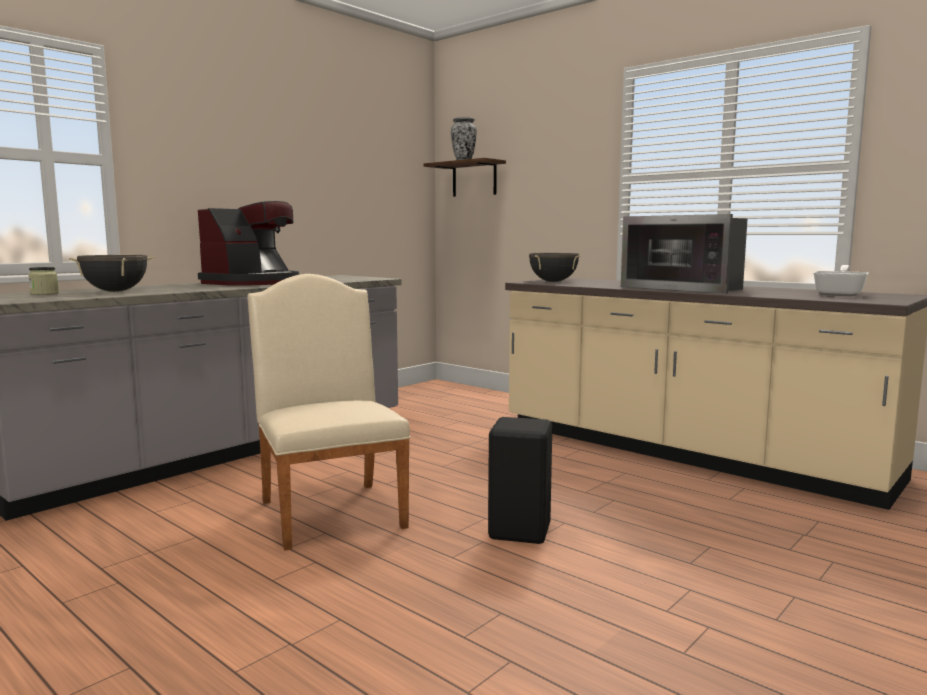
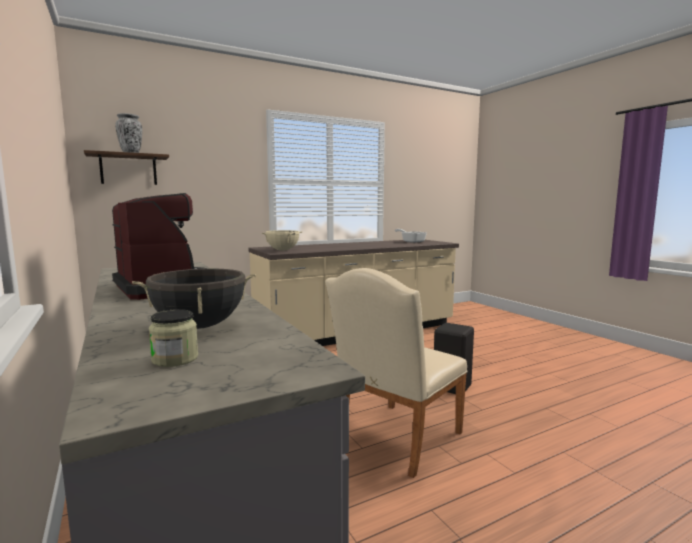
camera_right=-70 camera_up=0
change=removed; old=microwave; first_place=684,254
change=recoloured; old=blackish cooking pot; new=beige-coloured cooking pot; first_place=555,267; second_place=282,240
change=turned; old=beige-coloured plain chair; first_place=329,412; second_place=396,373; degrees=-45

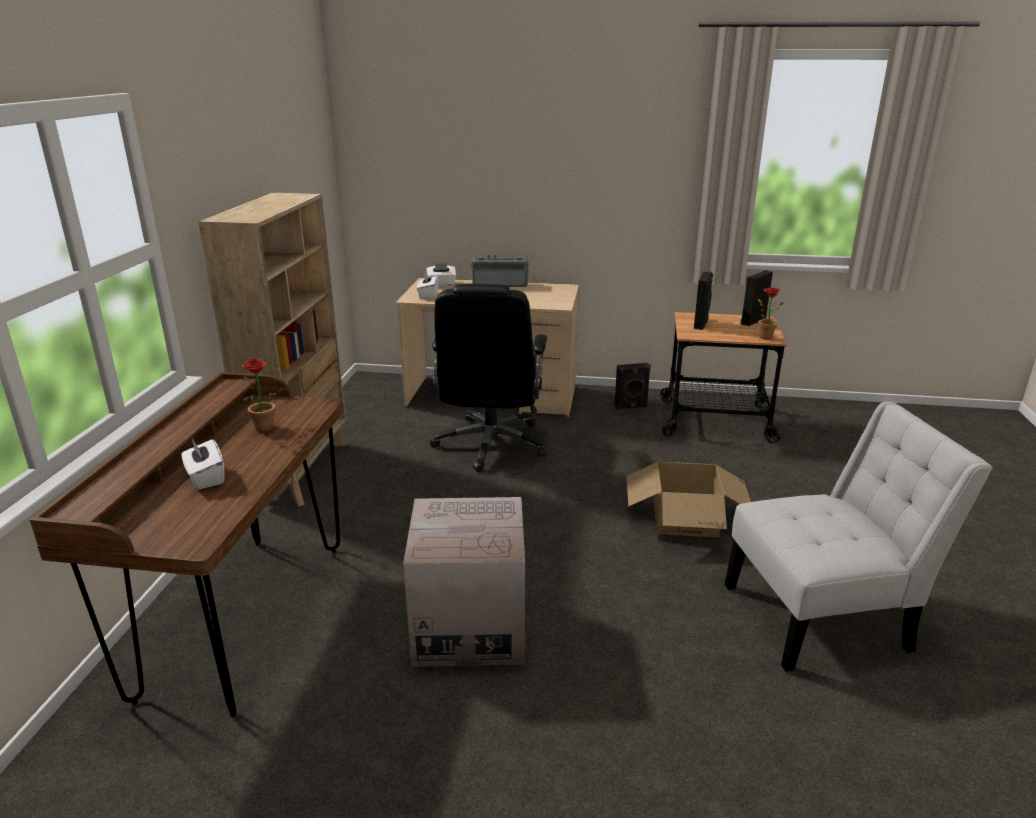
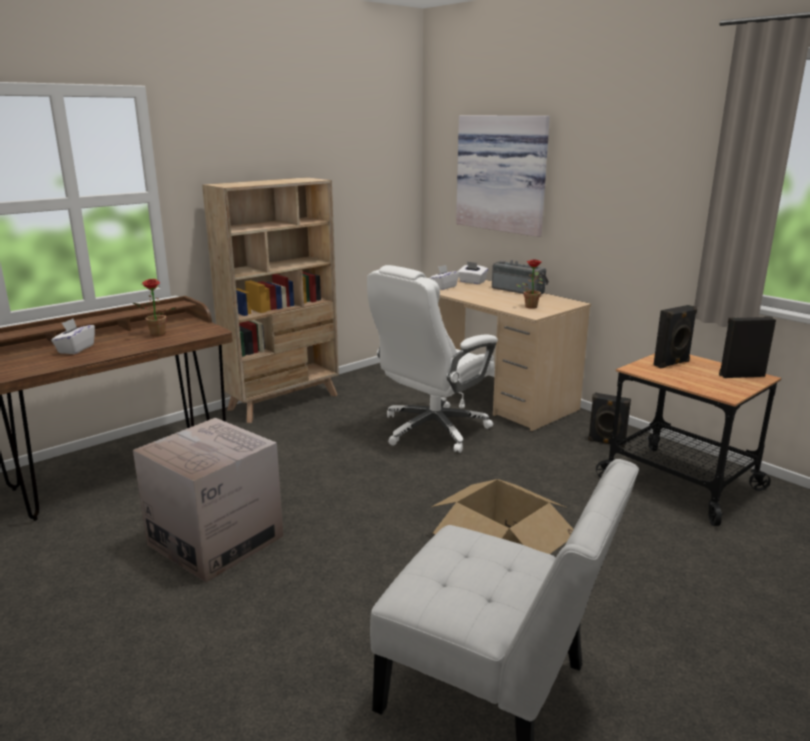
camera_right=40 camera_up=-5
change=added; new=wall art; second_place=503,176
change=moved; old=plant in a pot; first_place=771,314; second_place=529,284
change=recoloured; old=blackish desk chair; new=whitish desk chair; first_place=488,378; second_place=432,359

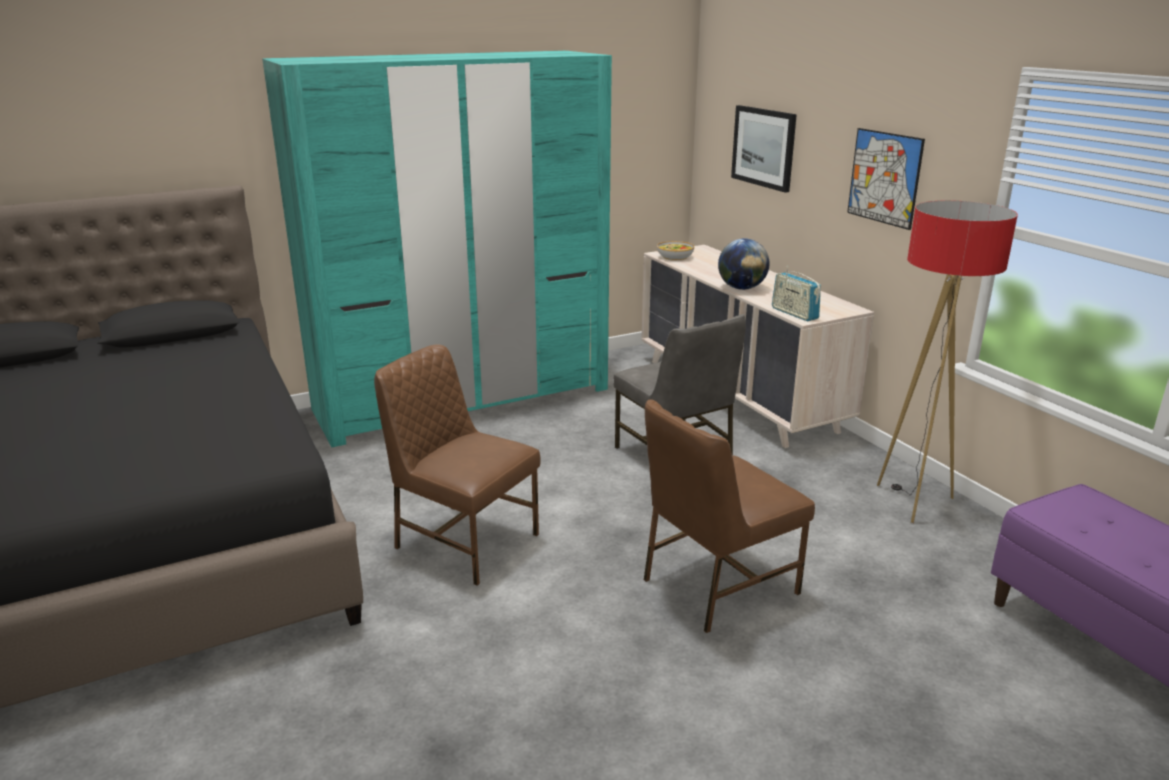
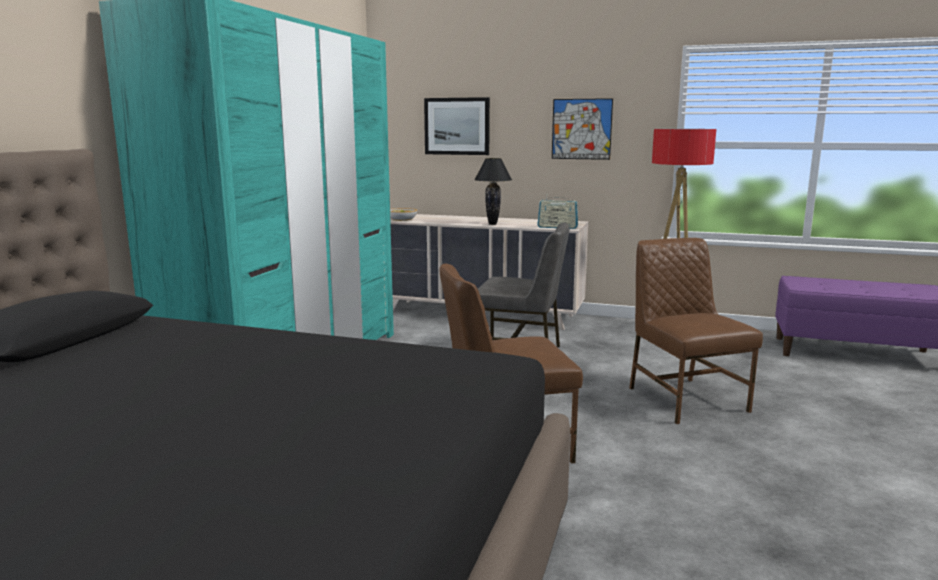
camera_right=-45 camera_up=-10
change=replaced; old=globe; new=blackish lamp for a table; first_place=744,264; second_place=493,191
change=turned; old=brown-coloured plain chair; first_place=729,516; second_place=696,331; degrees=150

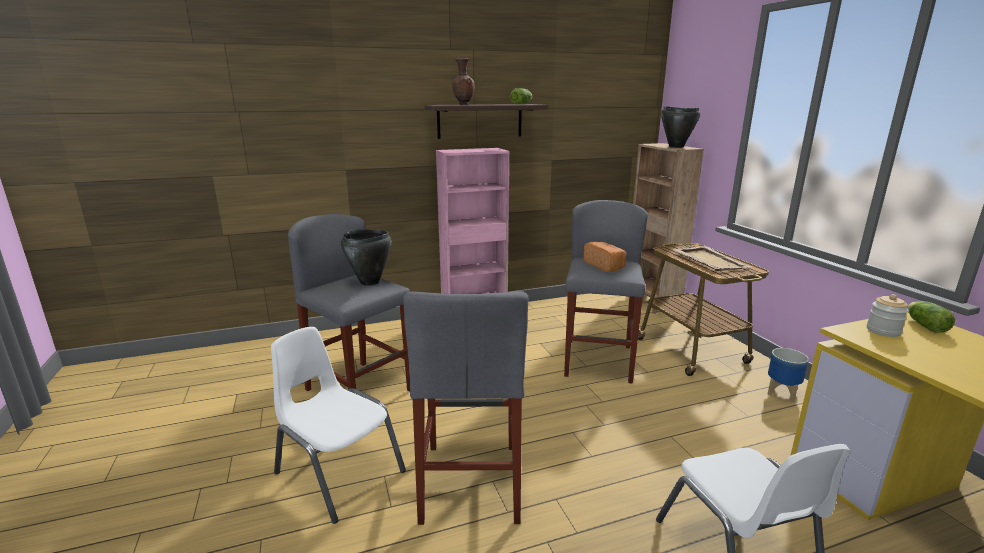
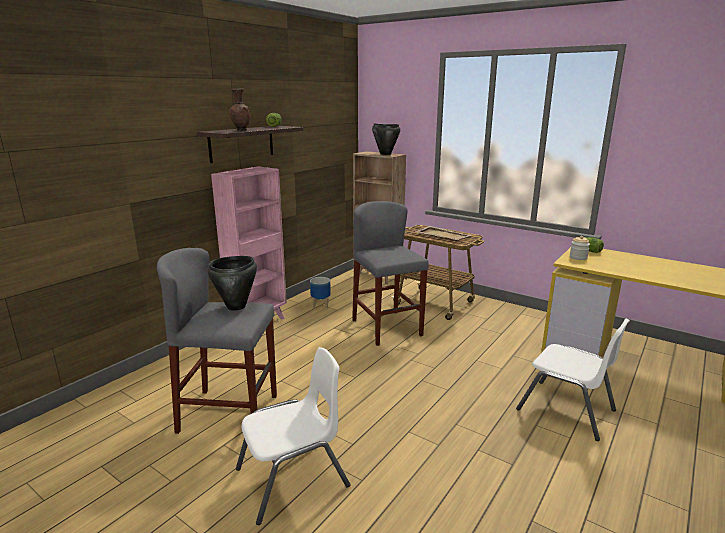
camera_right=-35 camera_up=0
change=removed; old=gray sitting stool; first_place=466,408
change=removed; old=bread; first_place=604,256
change=moved; old=flower pot; first_place=788,375; second_place=320,293
change=turned; old=whitish plain chair; first_place=338,425; second_place=293,436; degrees=150

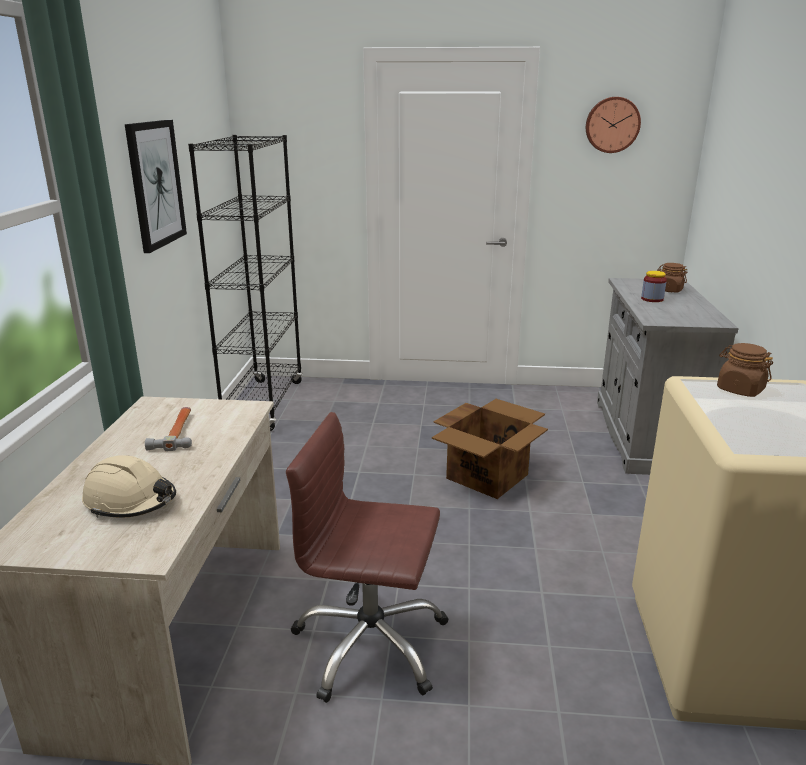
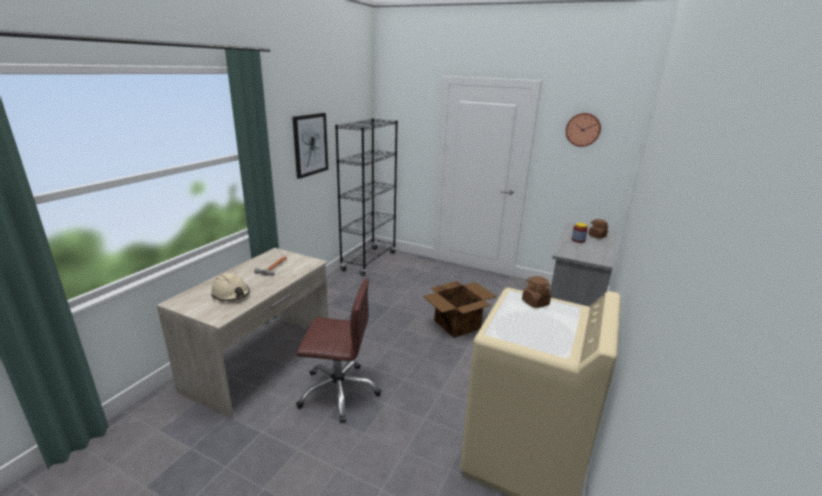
camera_right=20 camera_up=0
change=turned; old=brown-coloured desk chair; first_place=367,557; second_place=338,350; degrees=150

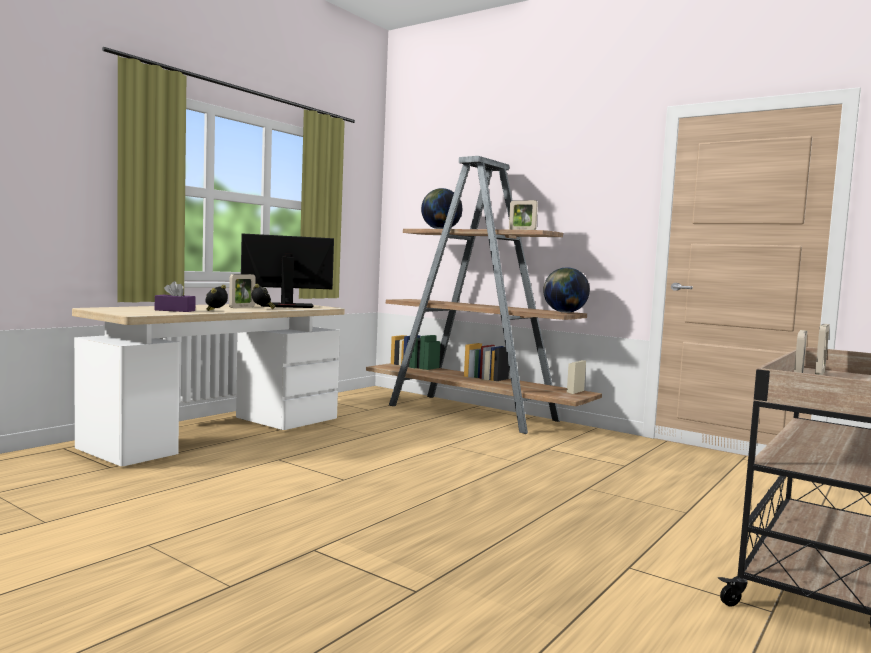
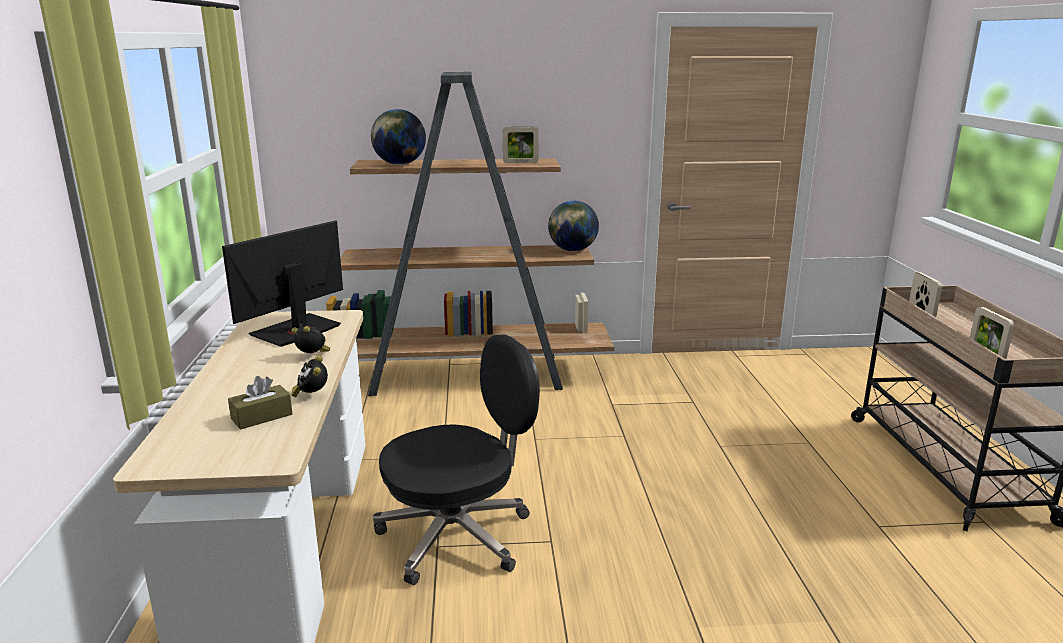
camera_right=-40 camera_up=15
change=removed; old=standing frame; first_place=242,291
change=added; new=blackish desk chair; second_place=456,459
change=recoloured; old=purplish tissue box; new=brown-coloured tissue box; first_place=175,296; second_place=260,403

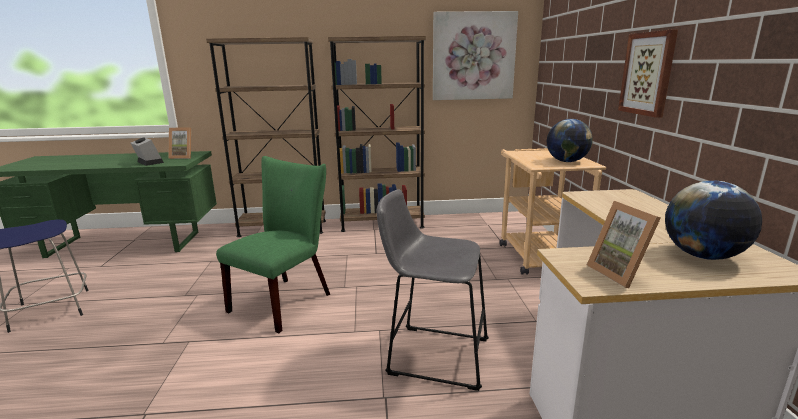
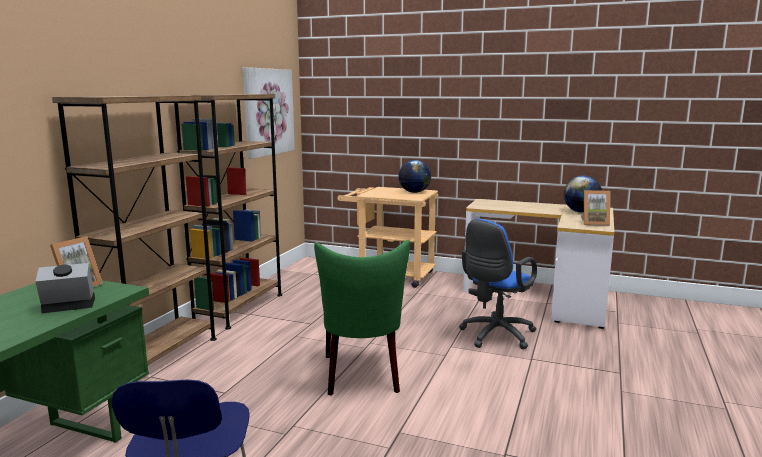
camera_right=-65 camera_up=-5
change=removed; old=wall art; first_place=648,74
change=replaced; old=gray sitting stool; new=bluish desk chair; first_place=432,290; second_place=498,284
change=turned; old=green-coloured plain chair; first_place=273,244; second_place=362,318; degrees=-150

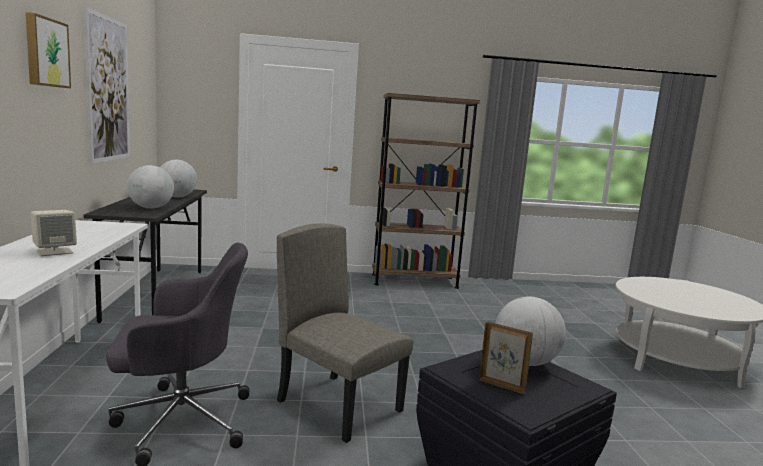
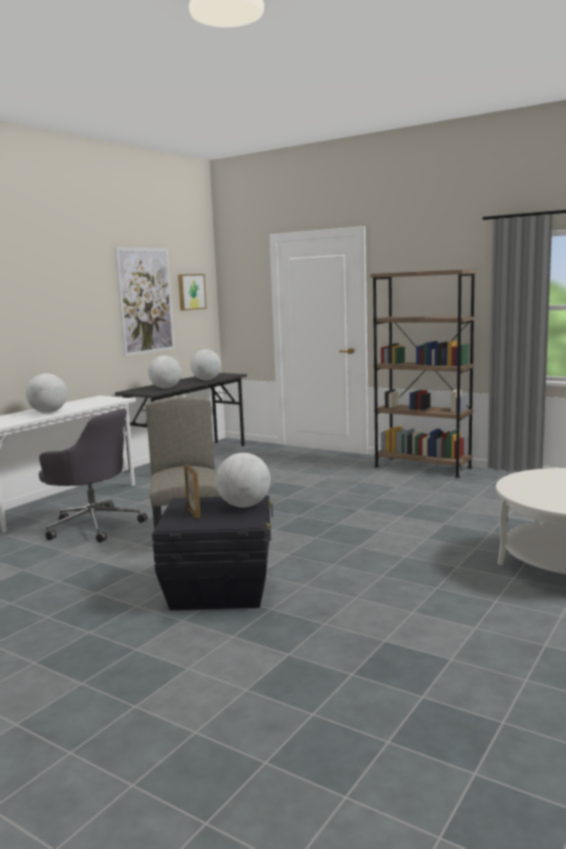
camera_right=40 camera_up=0
change=moved; old=wall art; first_place=48,50; second_place=192,292
change=replaced; old=beige-coloured speaker; new=globe; first_place=54,233; second_place=46,393

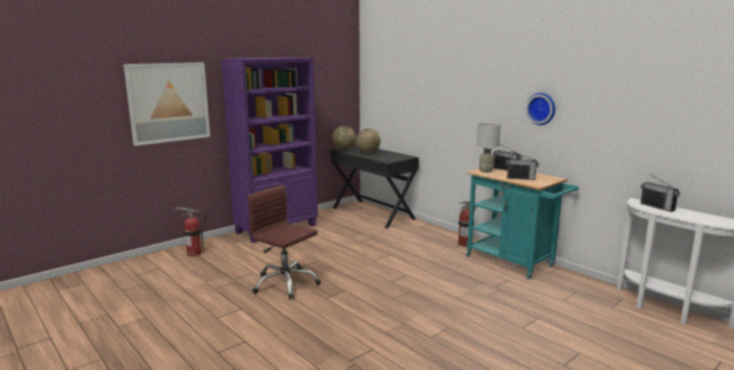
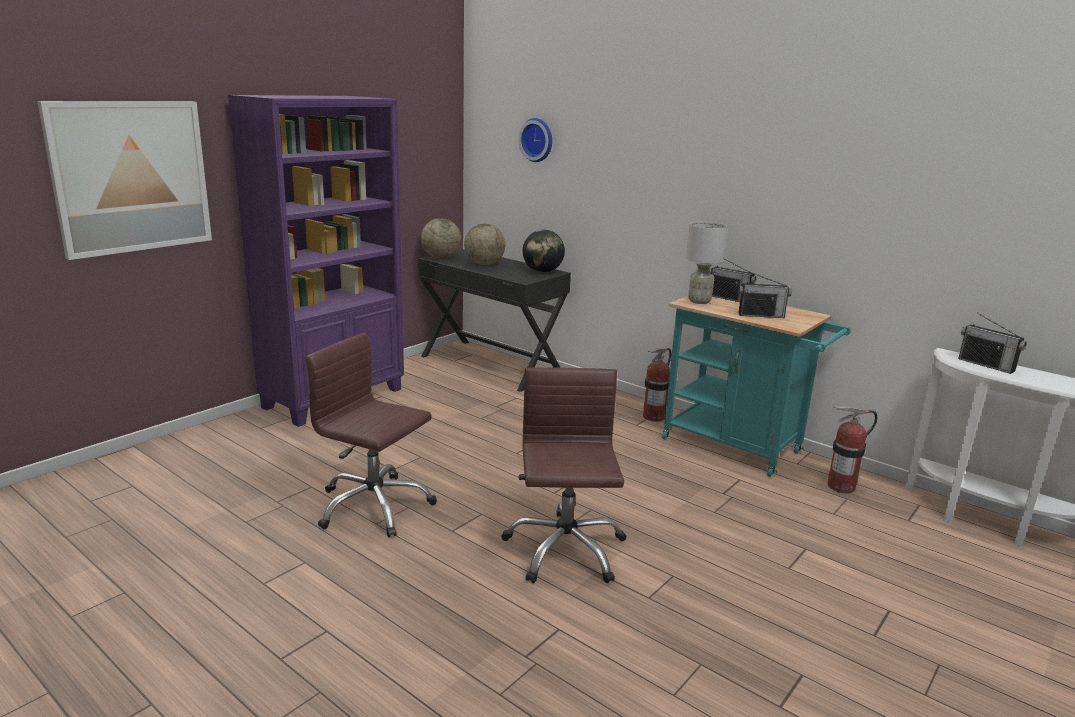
camera_right=-10 camera_up=5
change=added; new=brown-coloured desk chair; second_place=564,475
change=added; new=globe; second_place=544,251
change=moved; old=fire extinguisher; first_place=191,232; second_place=852,449
change=moved; old=wall clock; first_place=540,109; second_place=535,140

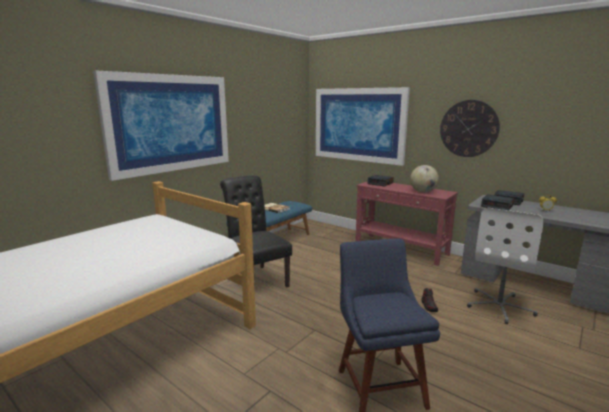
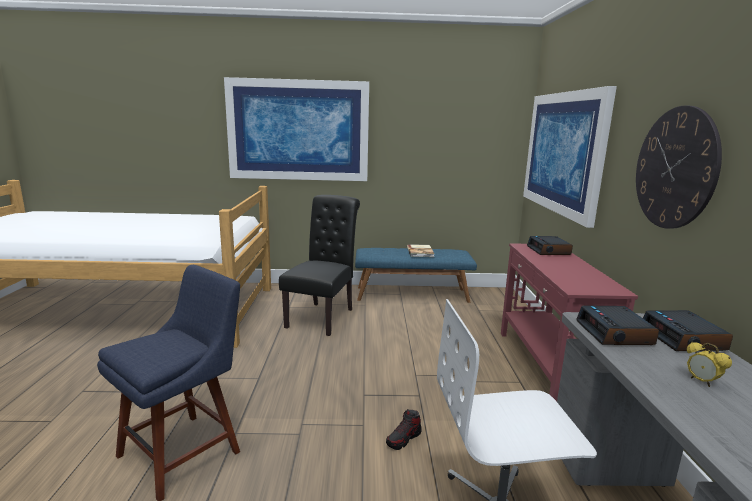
camera_right=50 camera_up=0
change=removed; old=globe; first_place=424,178

